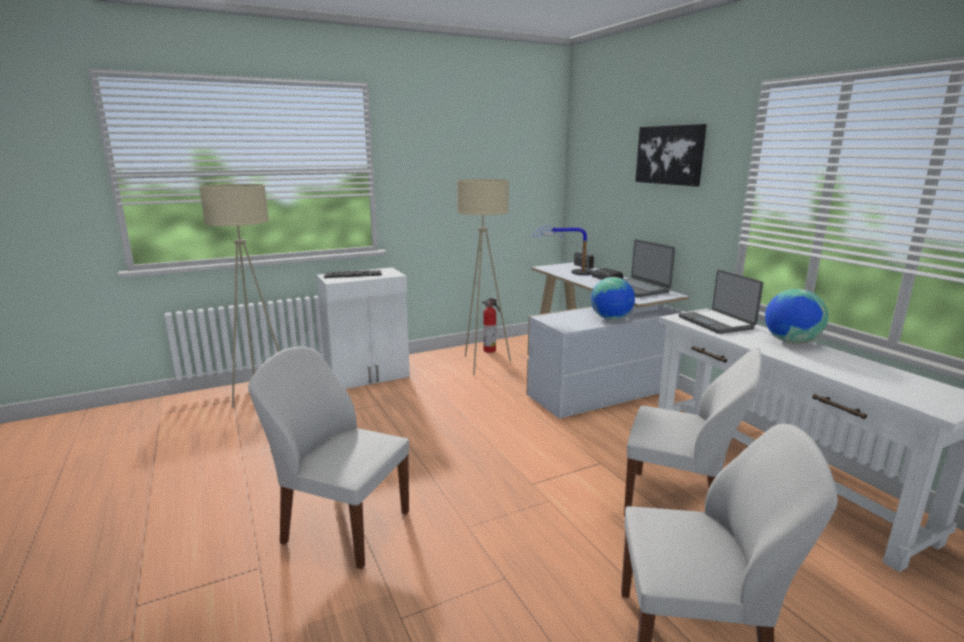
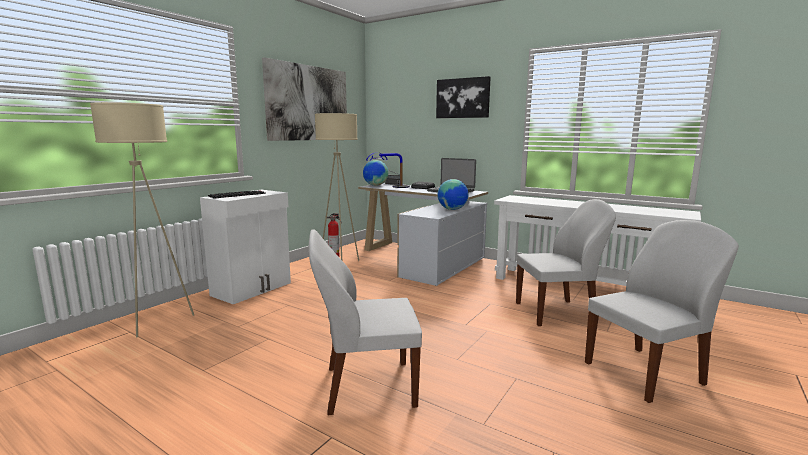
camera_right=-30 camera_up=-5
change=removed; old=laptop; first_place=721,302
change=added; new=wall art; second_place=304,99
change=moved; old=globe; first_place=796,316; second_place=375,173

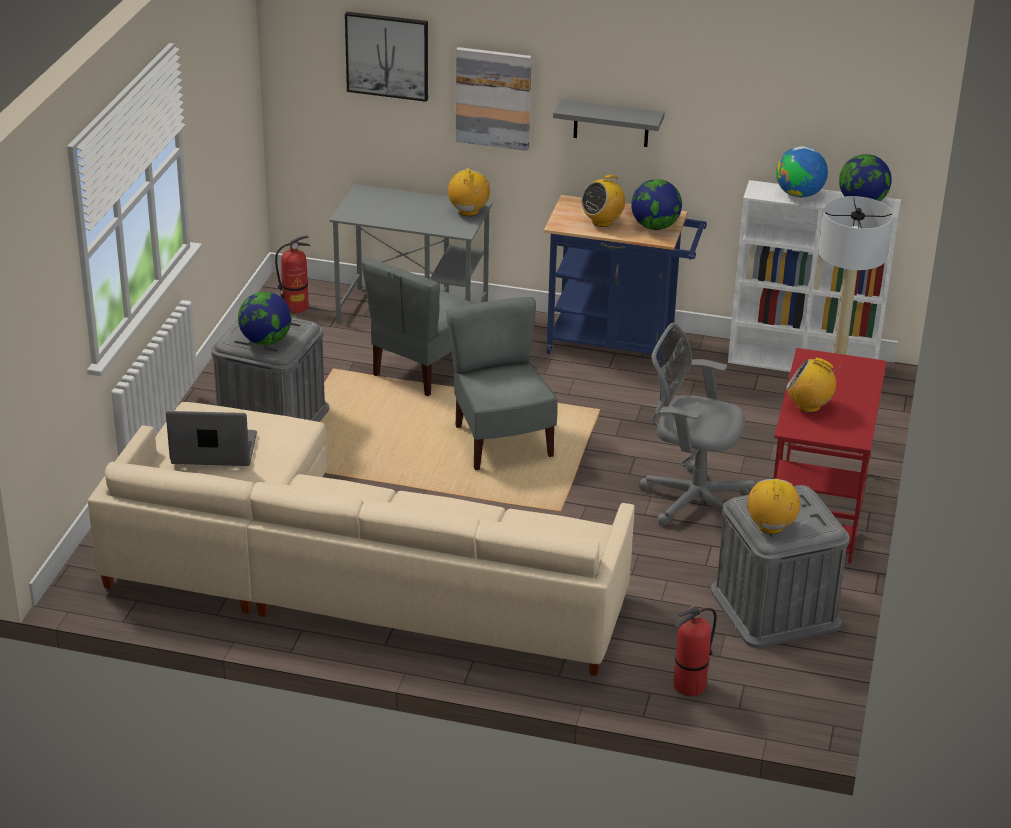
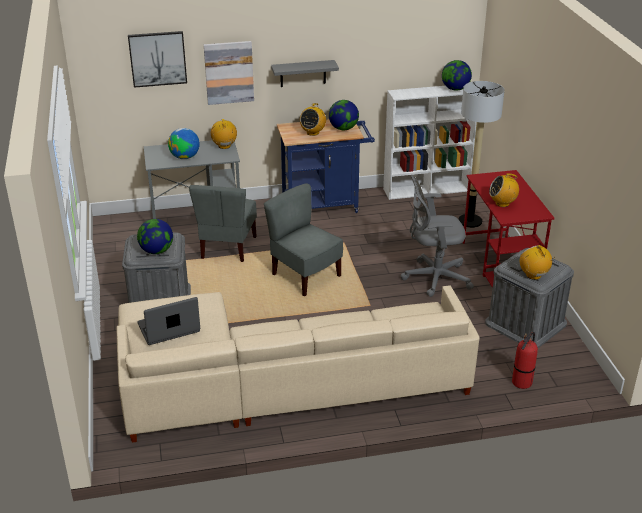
camera_right=-25 camera_up=0
change=removed; old=fire extinguisher; first_place=293,274
change=moved; old=globe; first_place=802,172; second_place=184,143

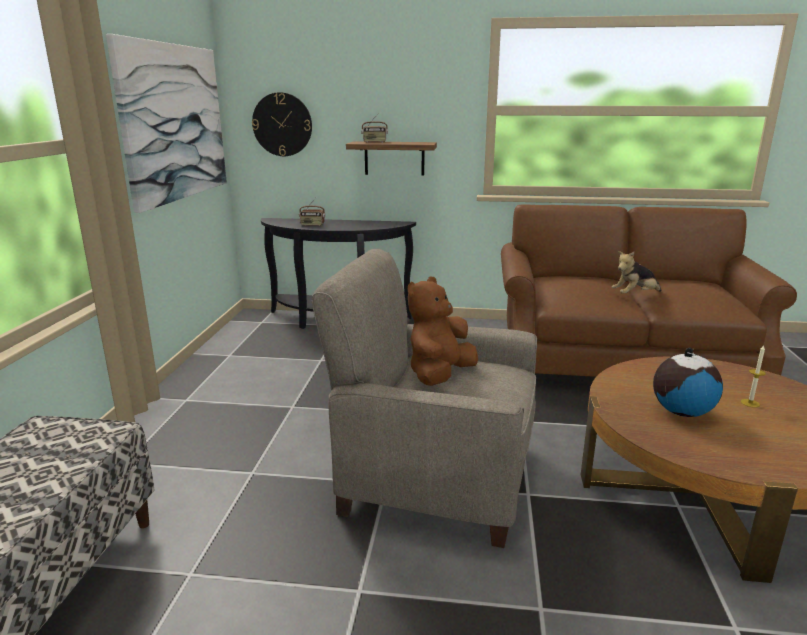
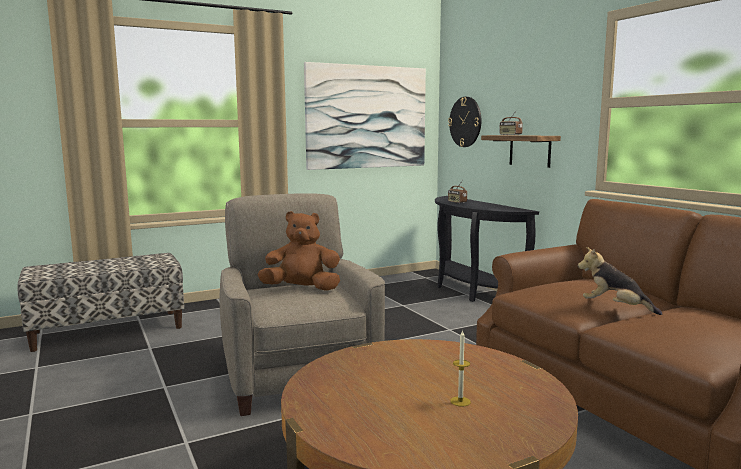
camera_right=55 camera_up=-10
change=removed; old=globe; first_place=688,382

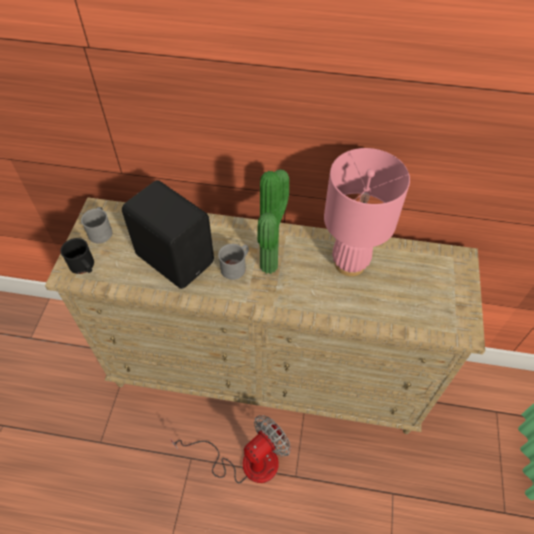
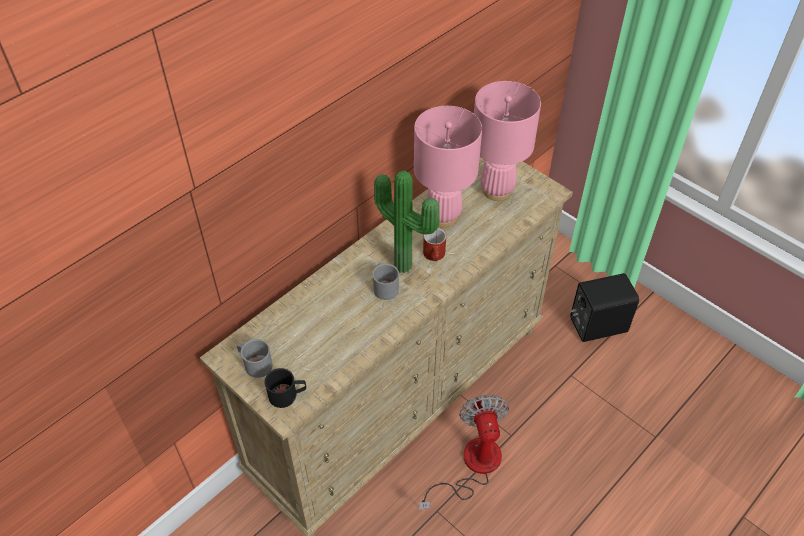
camera_right=-55 camera_up=-5
change=added; new=reddish coffee mug; second_place=434,244
change=added; new=pinkish lamp for a table; second_place=507,141
change=moved; old=blackish speaker; first_place=168,234; second_place=604,307

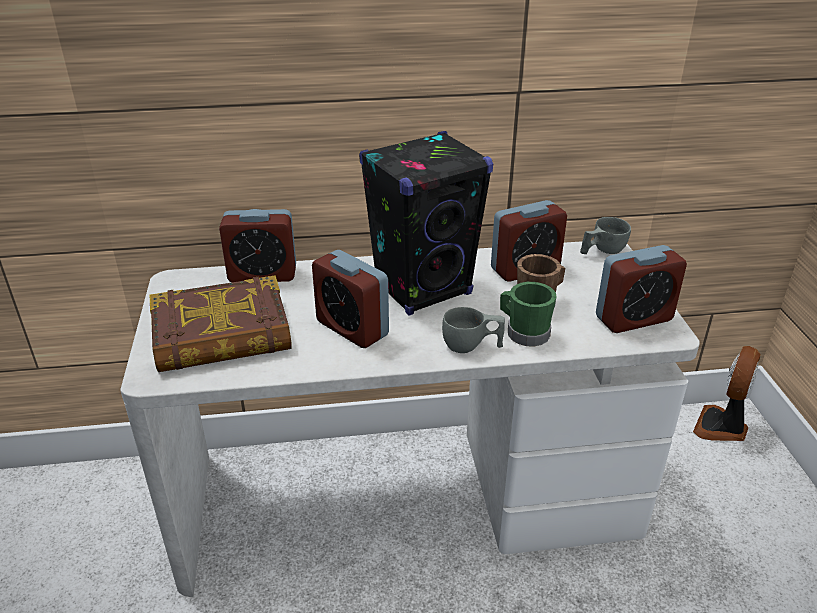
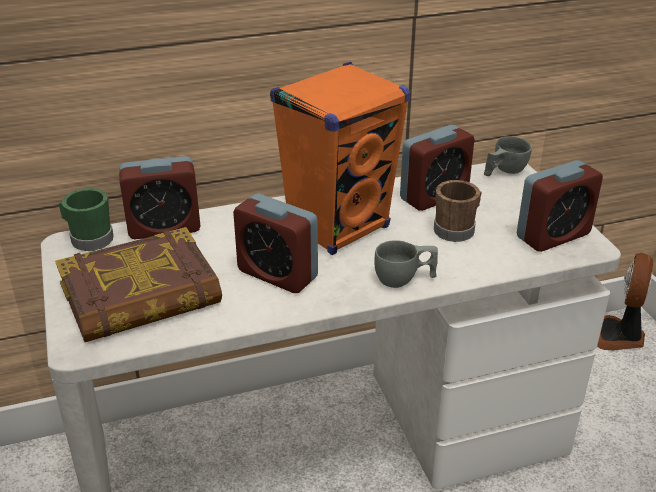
camera_right=-10 camera_up=0
change=moved; old=green-coloured coffee mug; first_place=528,314; second_place=86,219
change=recoloured; old=blackish speaker; new=orange-coloured speaker; first_place=426,223; second_place=340,158

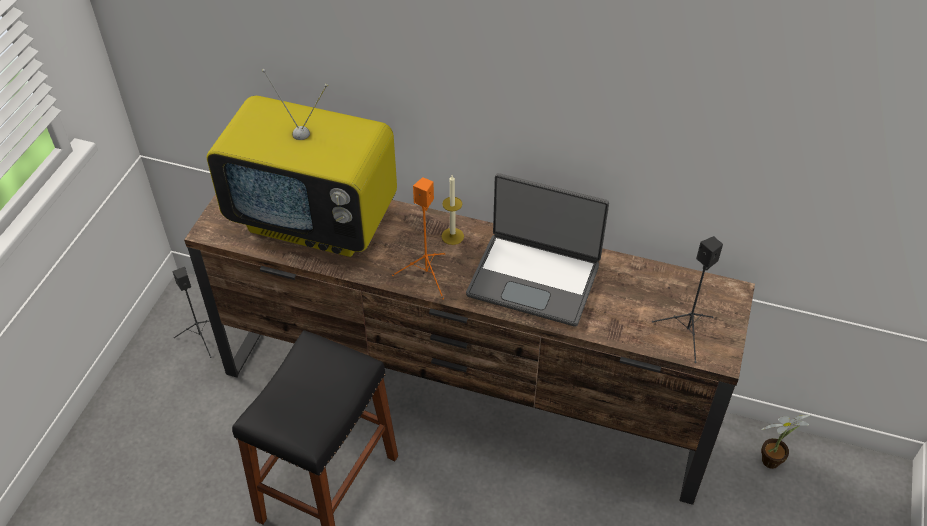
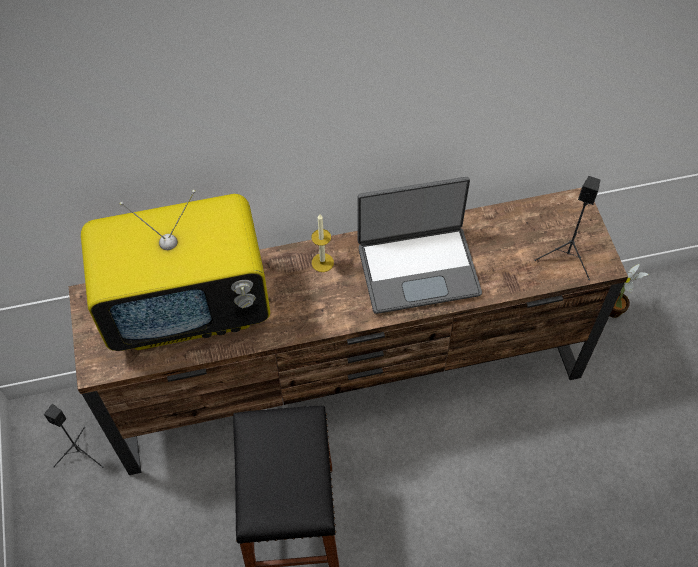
camera_right=-30 camera_up=10
change=removed; old=orange-coloured speaker; first_place=418,238

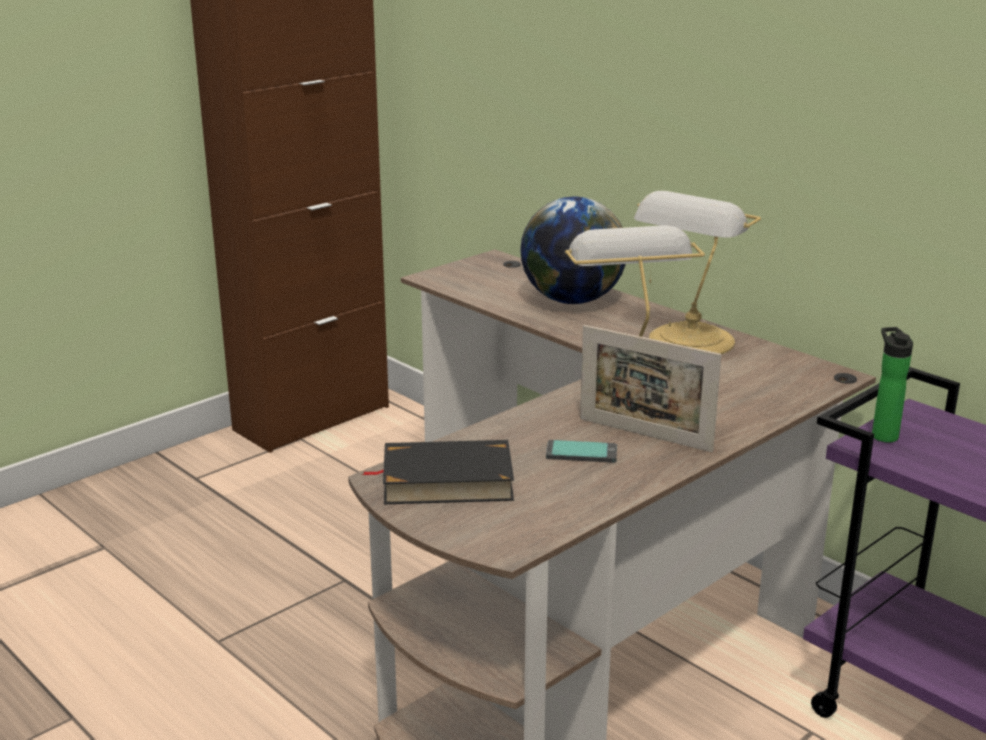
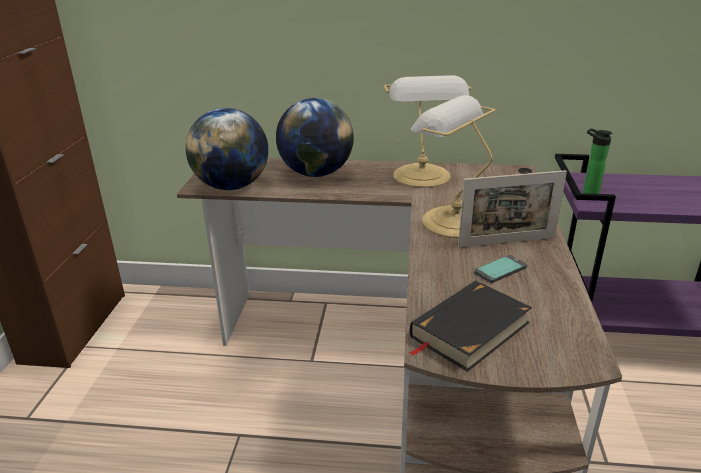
camera_right=-40 camera_up=5
change=added; new=globe; second_place=227,149

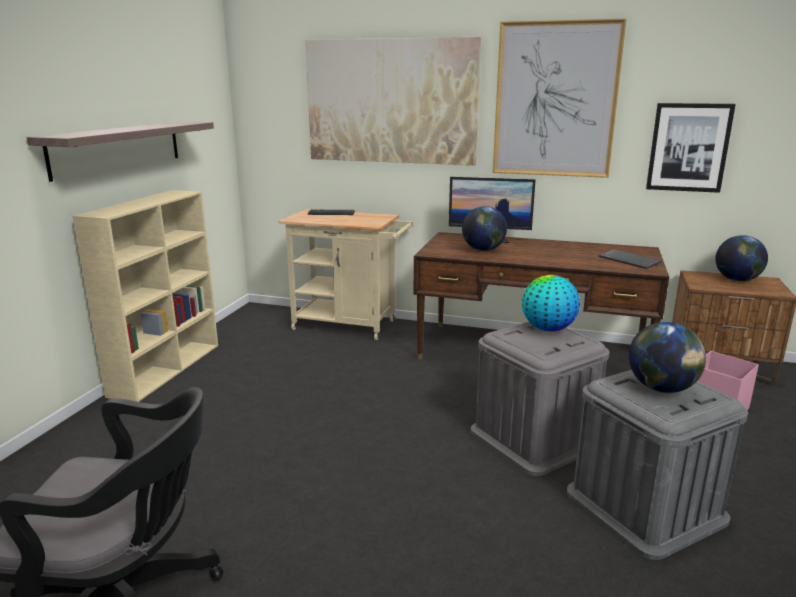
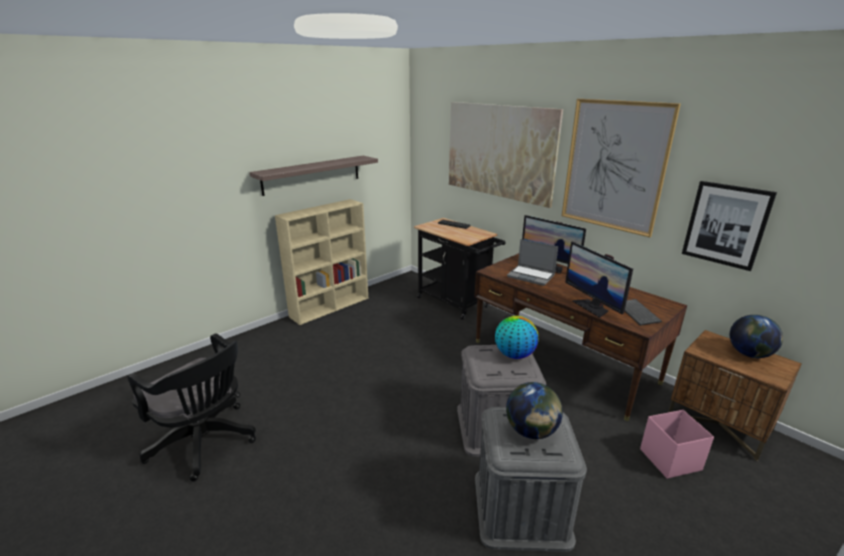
camera_right=30 camera_up=5
change=added; new=computer display; second_place=599,280
change=replaced; old=globe; new=laptop; first_place=484,228; second_place=532,262
change=recoloured; old=beige-coloured trolley; new=blackish trolley; first_place=346,274; second_place=459,269

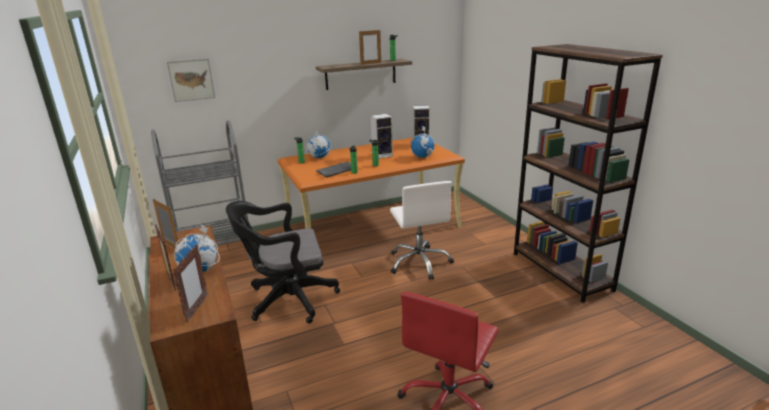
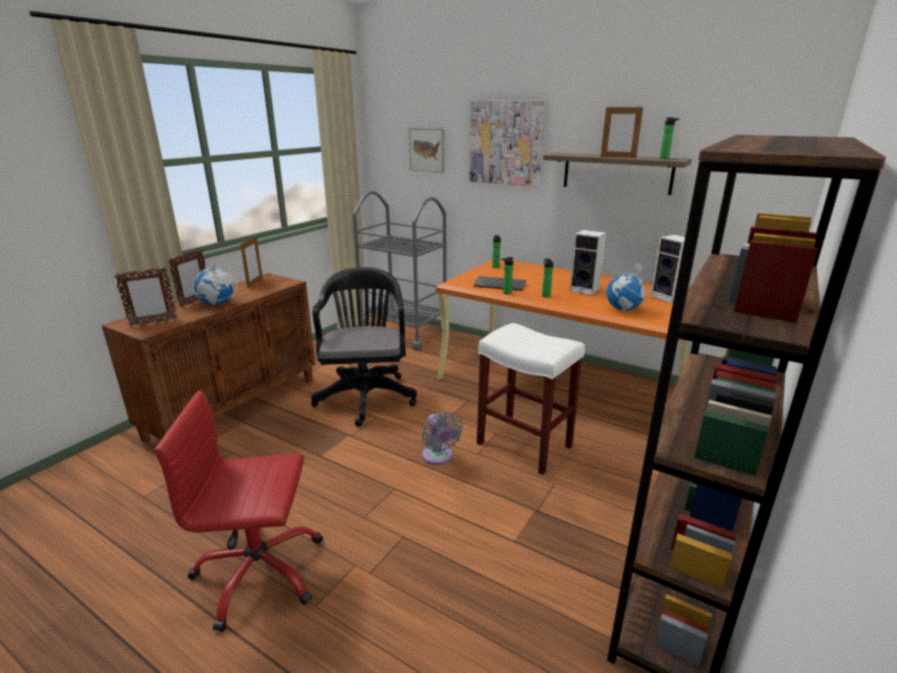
camera_right=55 camera_up=0
change=removed; old=globe; first_place=318,144
change=added; new=gray cooling fan; second_place=442,438
change=added; new=wall art; second_place=507,144
change=replaced; old=whitish desk chair; new=whitish sitting stool; first_place=422,230; second_place=531,399
change=turned; old=blackish desk chair; first_place=283,262; second_place=364,347; degrees=45

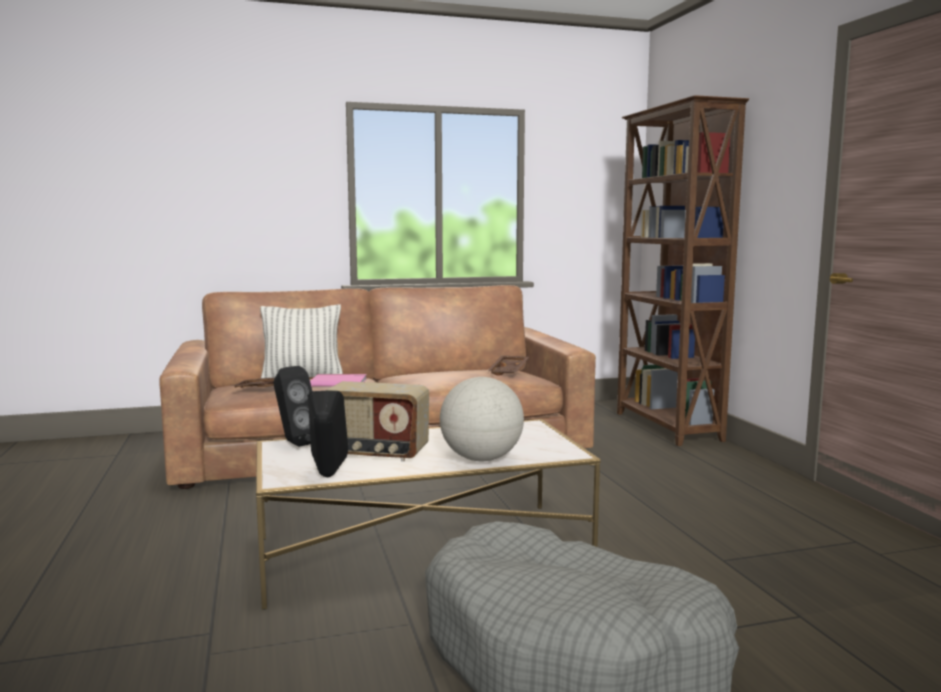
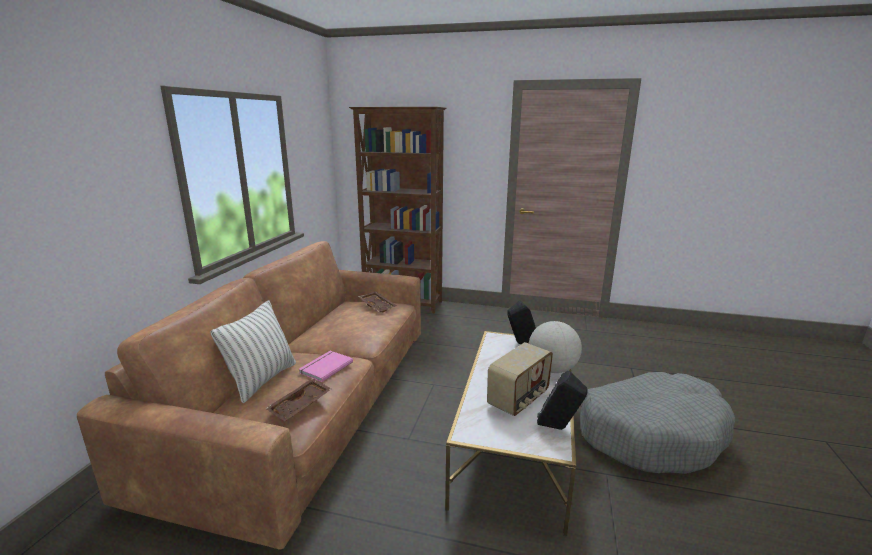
camera_right=-60 camera_up=10
change=moved; old=blackish speaker; first_place=292,406; second_place=521,322

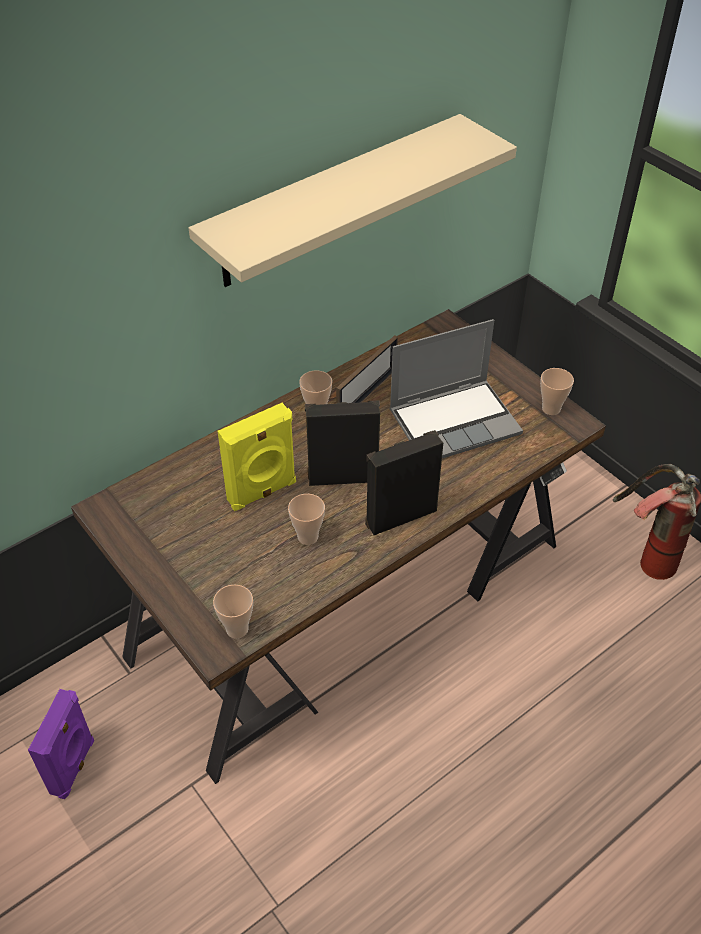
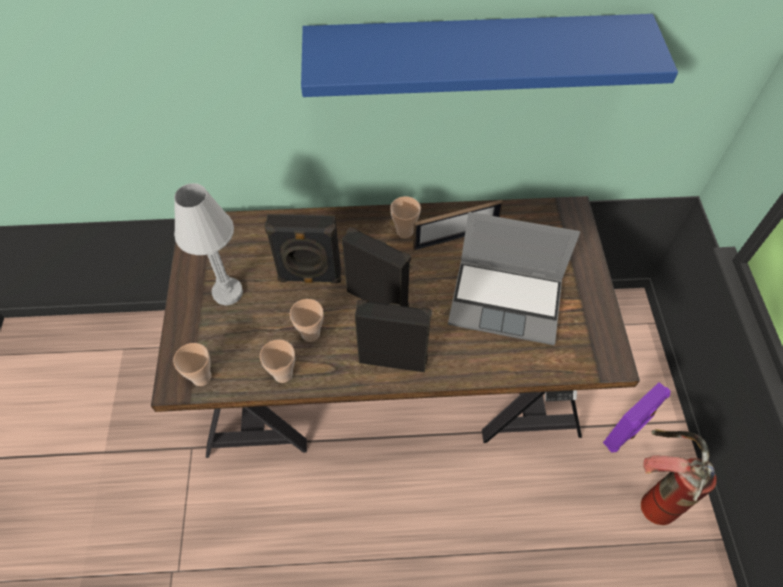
camera_right=35 camera_up=10
change=added; new=whitish lamp for a table; second_place=208,244
change=moved; old=purplish speaker; first_place=61,744; second_place=637,417
change=moved; old=drinking cup; first_place=557,391; second_place=277,361
change=recoloured; old=beige-coloured shelf; new=bluish shelf; first_place=353,200; second_place=489,55
change=recoloured; old=yellow-coloured speaker; new=blackish speaker; first_place=257,457; second_place=302,248

